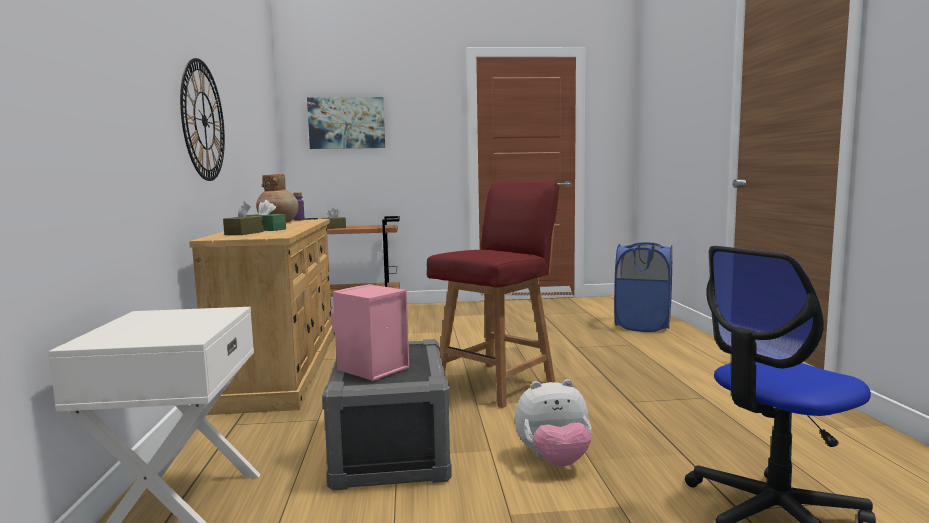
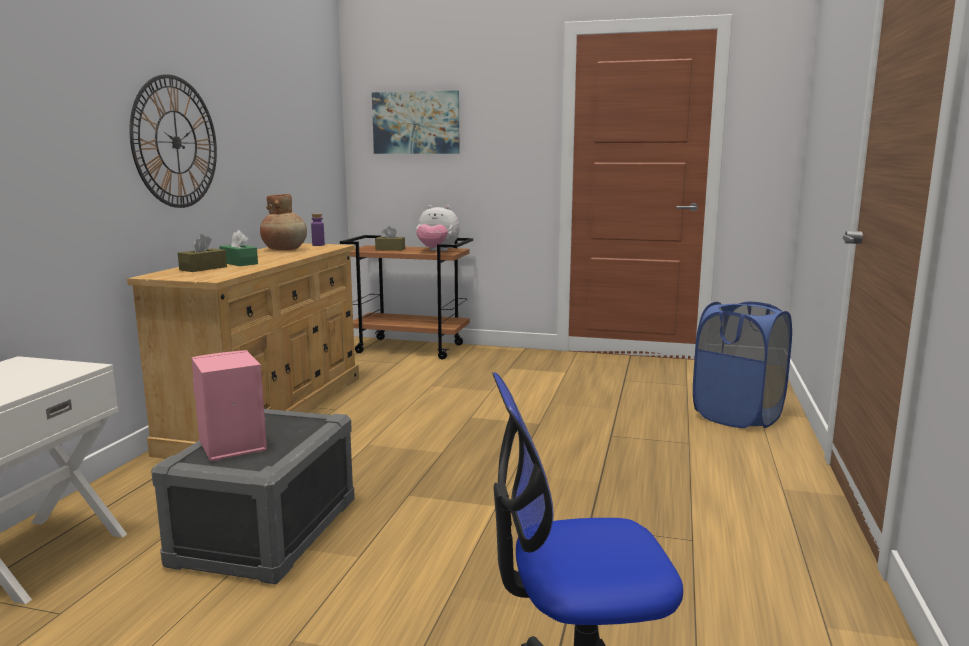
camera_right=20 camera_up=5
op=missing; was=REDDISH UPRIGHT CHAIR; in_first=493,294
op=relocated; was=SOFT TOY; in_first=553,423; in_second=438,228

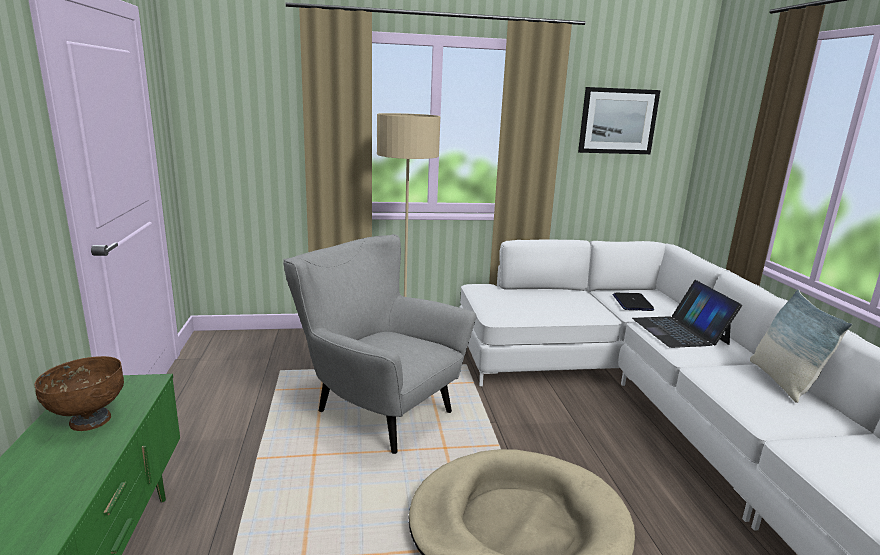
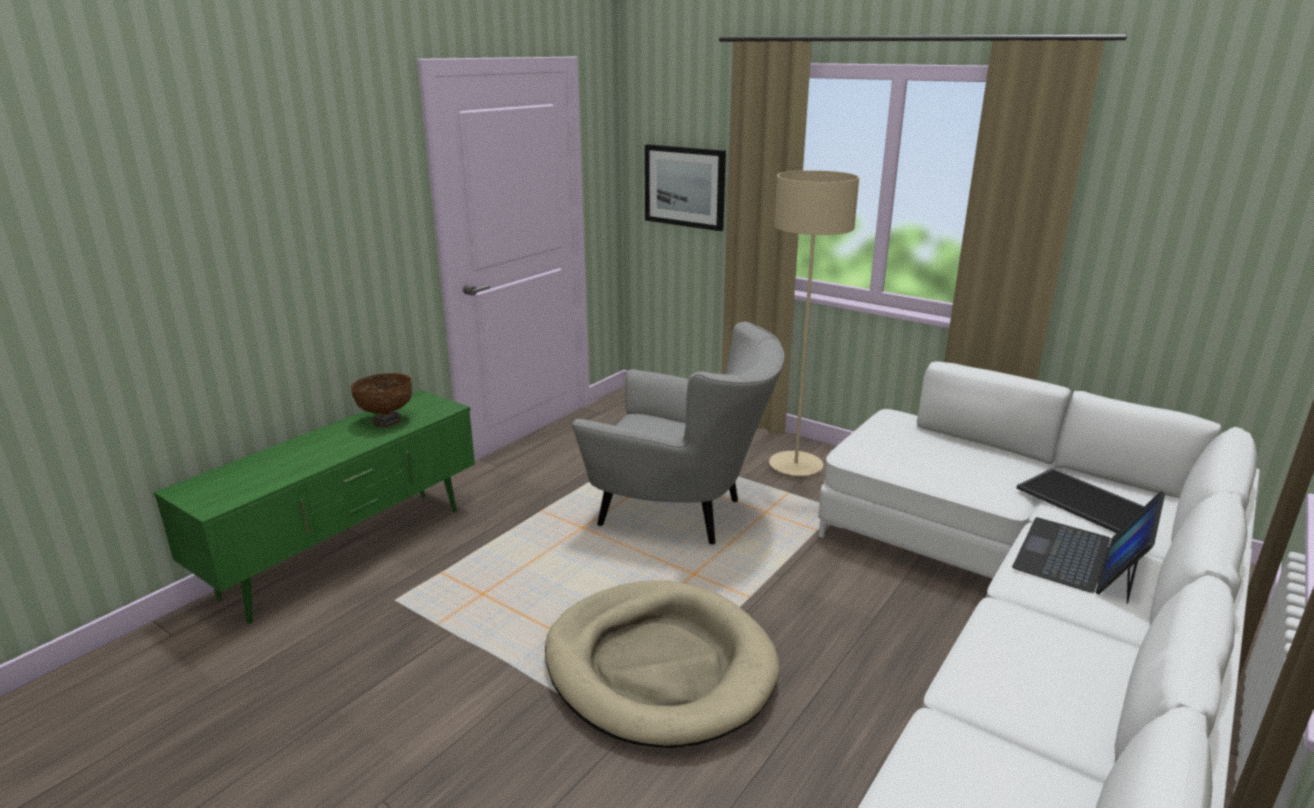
camera_right=45 camera_up=5
op=spun; was=GRAY ARMCHAIR; in_first=379,344; in_second=678,433; clockwise=120
op=relocated; was=PICTURE; in_first=619,120; in_second=685,187
op=exchanged; was=PORTABLE COMPUTER; now=TRAY; in_first=633,302; in_second=1080,500
op=missing; was=THROW PILLOW; in_first=801,346

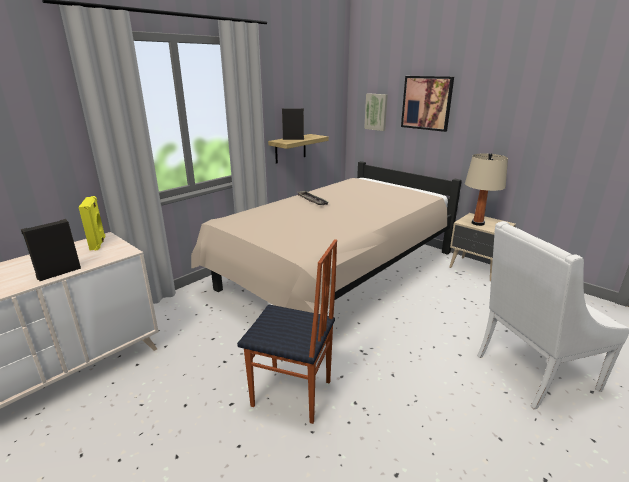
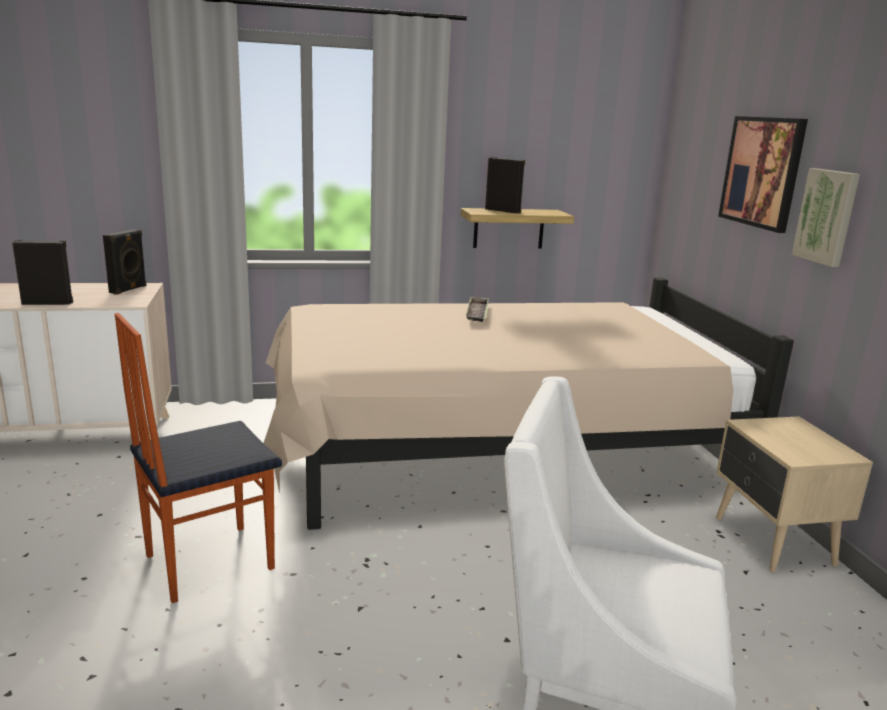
camera_right=35 camera_up=-5
op=colour; was=YELLOW LOUDSPEAKER; now=BLACK LOUDSPEAKER; in_first=92,223; in_second=124,262
op=spun; was=UPRIGHT CHAIR; in_first=287,331; in_second=198,458; clockwise=90
op=relocated; was=PICTURE; in_first=376,112; in_second=826,217
op=missing; was=BEIGE-COLOURED TABLE LAMP; in_first=486,189

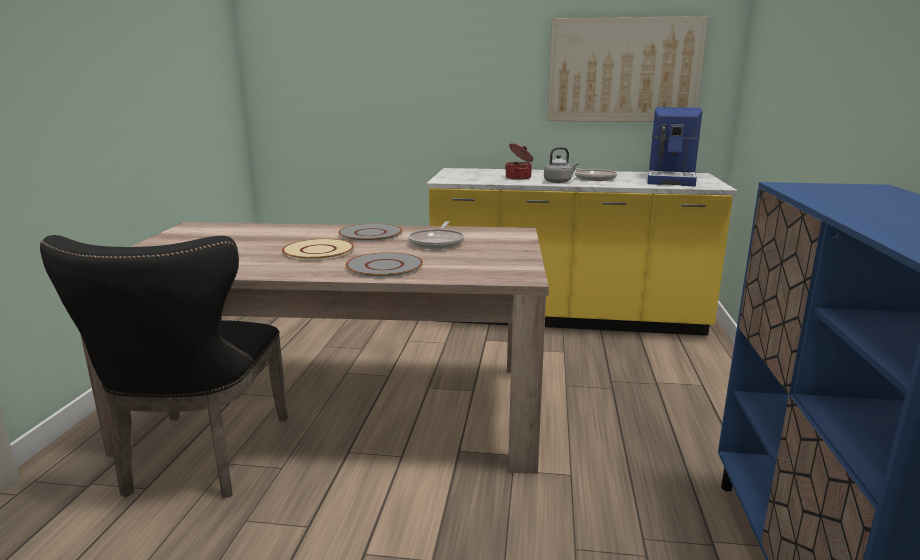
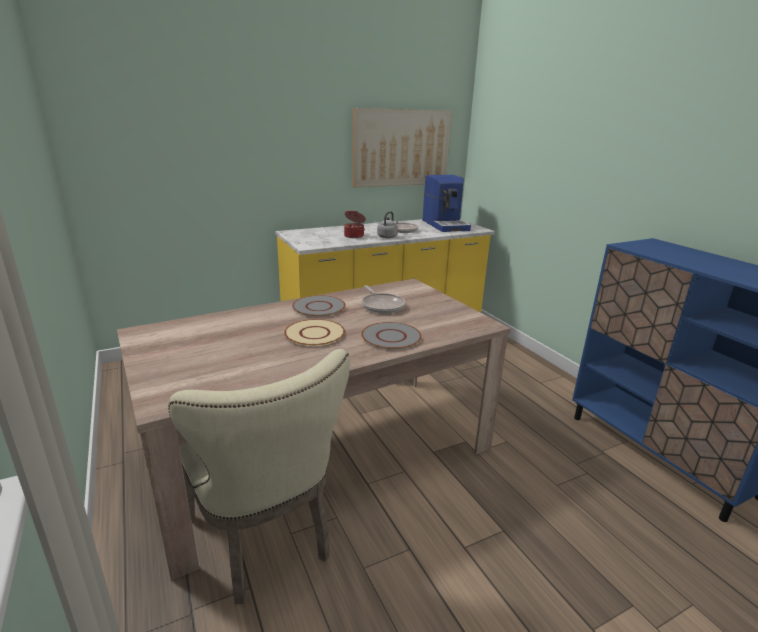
camera_right=-35 camera_up=5
op=colour; was=BLACK UPRIGHT CHAIR; now=BEIGE-COLOURED UPRIGHT CHAIR; in_first=164,366; in_second=259,476

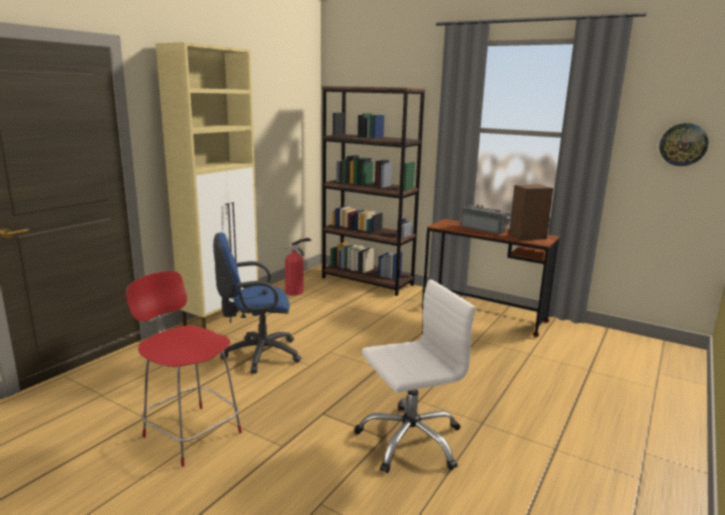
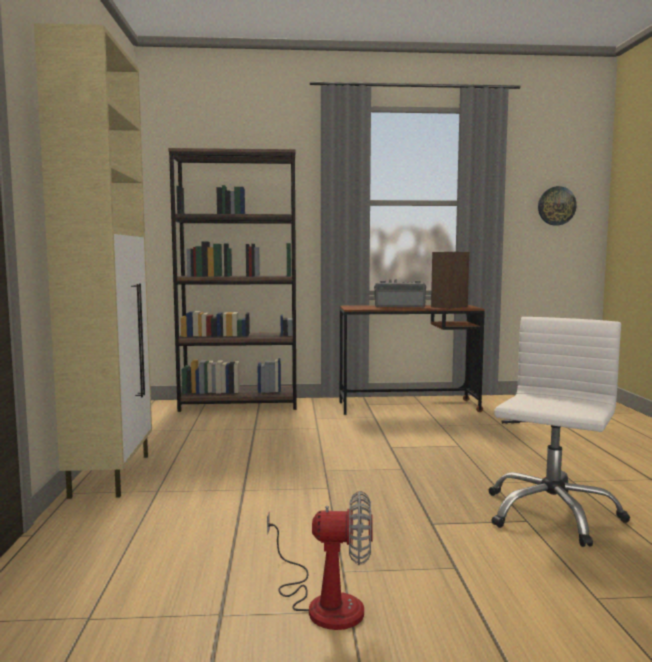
camera_right=-35 camera_up=-10
op=exchanged; was=REDDISH UPRIGHT CHAIR; now=FAN; in_first=184,369; in_second=320,560
op=missing; was=BLUE OFFICE CHAIR; in_first=257,303
op=missing; was=EXTINGUISHER; in_first=297,266

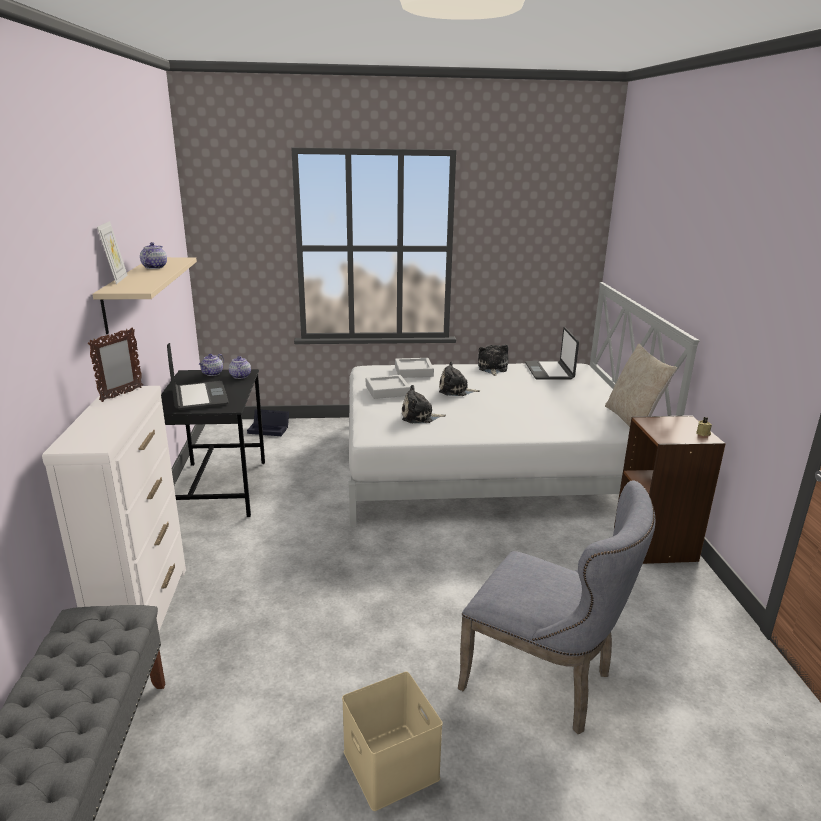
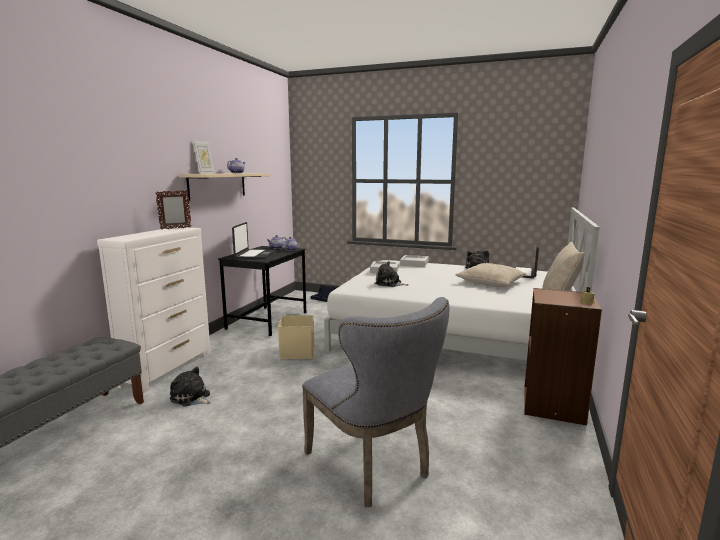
camera_right=25 camera_up=-10
op=relocated; was=BEIGE-COLOURED STORAGE BOX; in_first=392,741; in_second=296,337
op=relocated; was=SOFT TOY; in_first=459,378; in_second=190,387
op=appeared; now=BEIGE-COLOURED THROW PILLOW; in_second=491,275

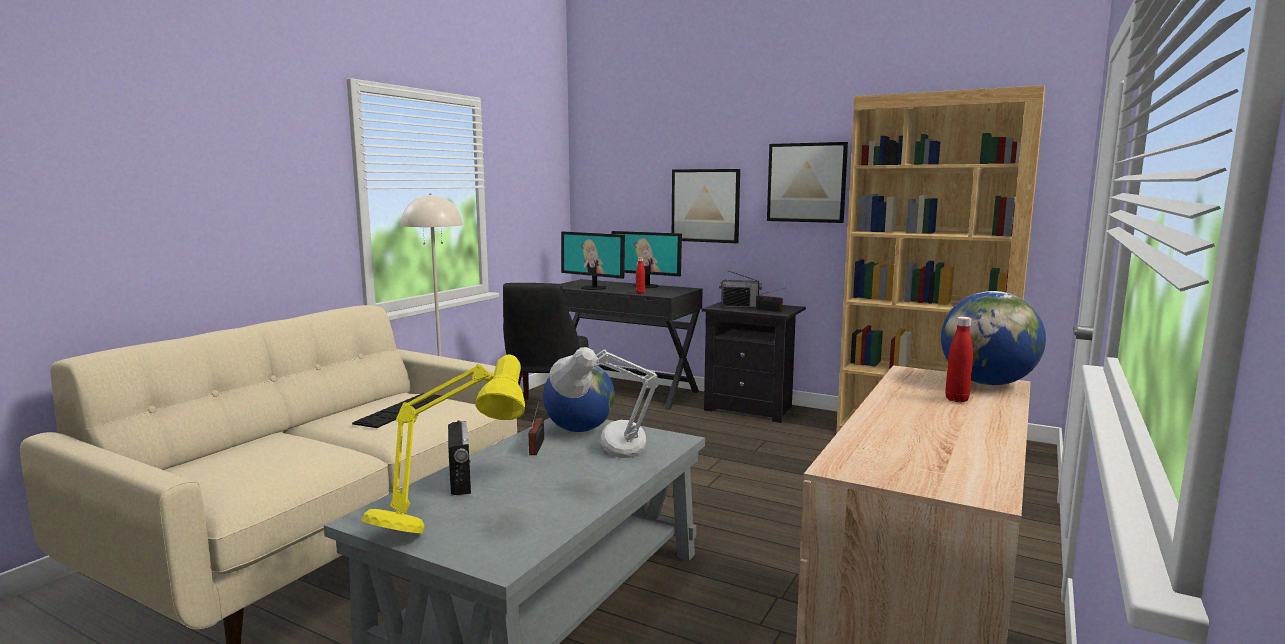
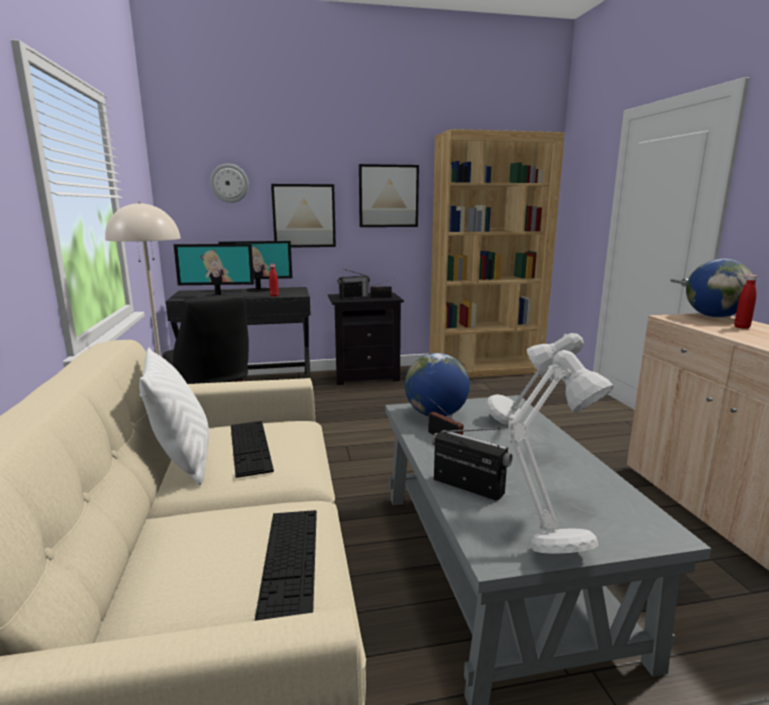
camera_right=-40 camera_up=5
op=colour; was=YELLOW TABLE LAMP; now=GRAY TABLE LAMP; in_first=443,444; in_second=561,452
op=appeared; now=WHITE-COLOURED THROW PILLOW; in_second=174,416
op=appeared; now=WALL CLOCK; in_second=229,183
op=appeared; now=PC KEYBOARD; in_second=286,565

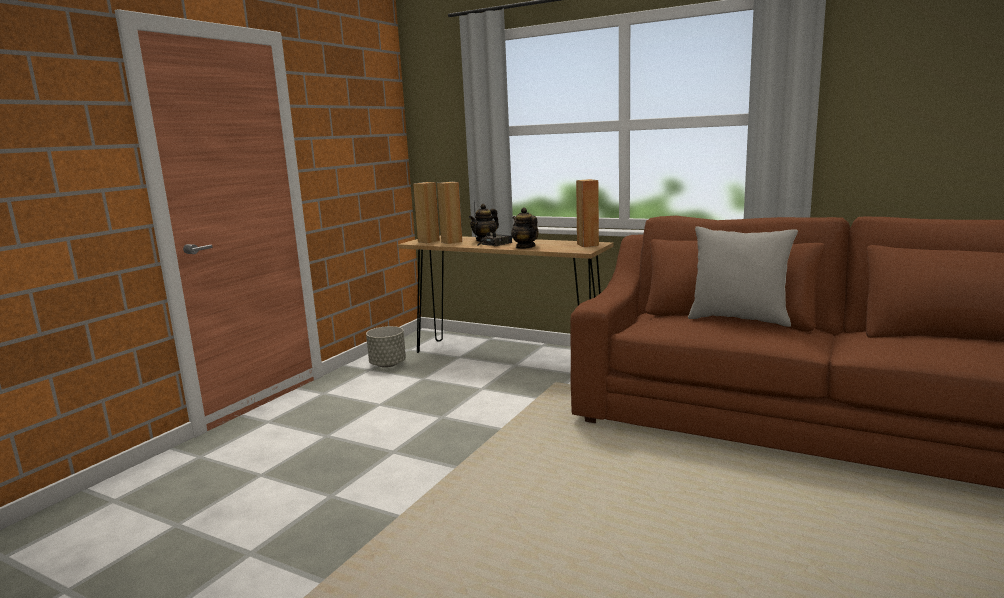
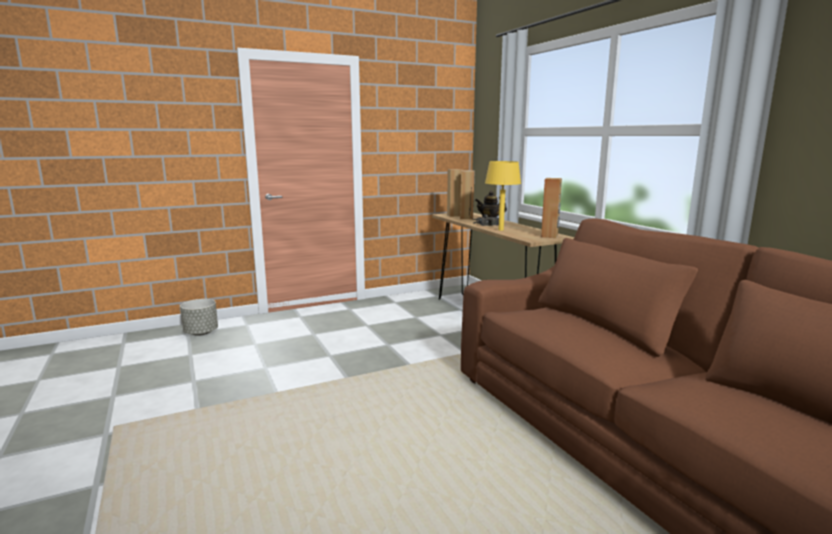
camera_right=35 camera_up=0
op=relocated; was=GRAY PLANT POT; in_first=386,347; in_second=199,317
op=exchanged; was=TEA POT; now=YELLOW TABLE LAMP; in_first=525,228; in_second=503,196
op=missing; was=GRAY THROW PILLOW; in_first=743,276

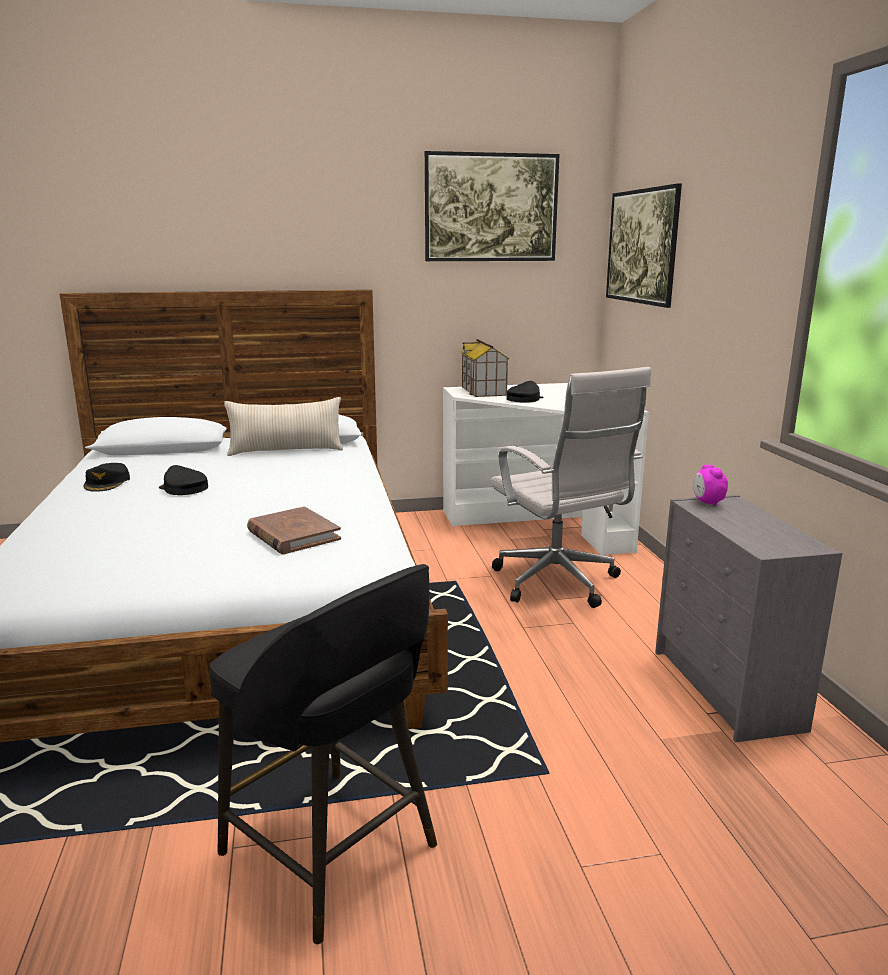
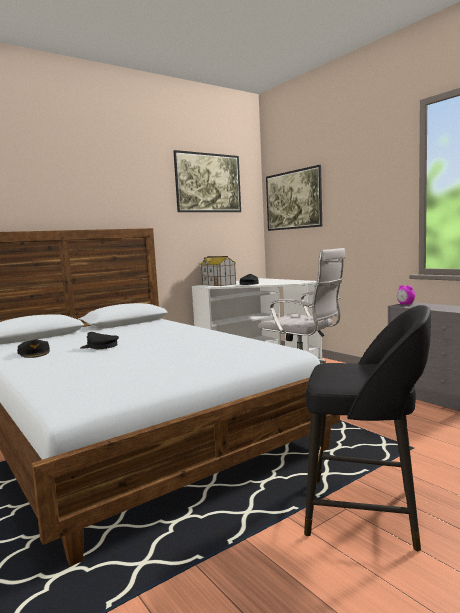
camera_right=-25 camera_up=-10
op=missing; was=BEIGE-COLOURED THROW PILLOW; in_first=283,426
op=missing; was=BROWNISH BOUND BOOK; in_first=294,530

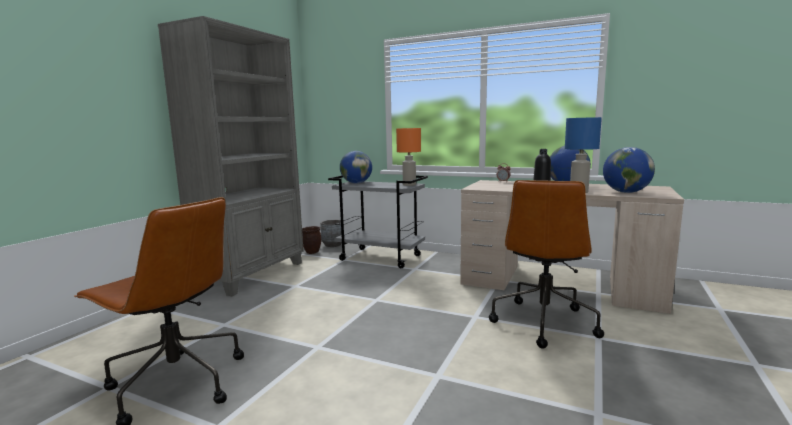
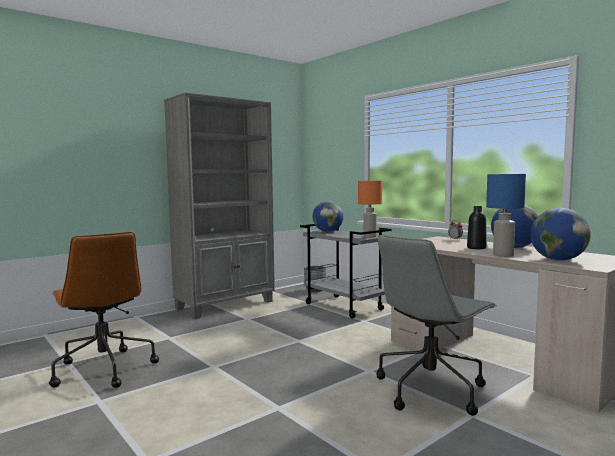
camera_right=25 camera_up=-5
op=missing; was=BROWNISH PLANT POT; in_first=311,240
op=colour; was=BROWNISH OFFICE CHAIR; now=GRAY OFFICE CHAIR; in_first=546,264; in_second=437,325

